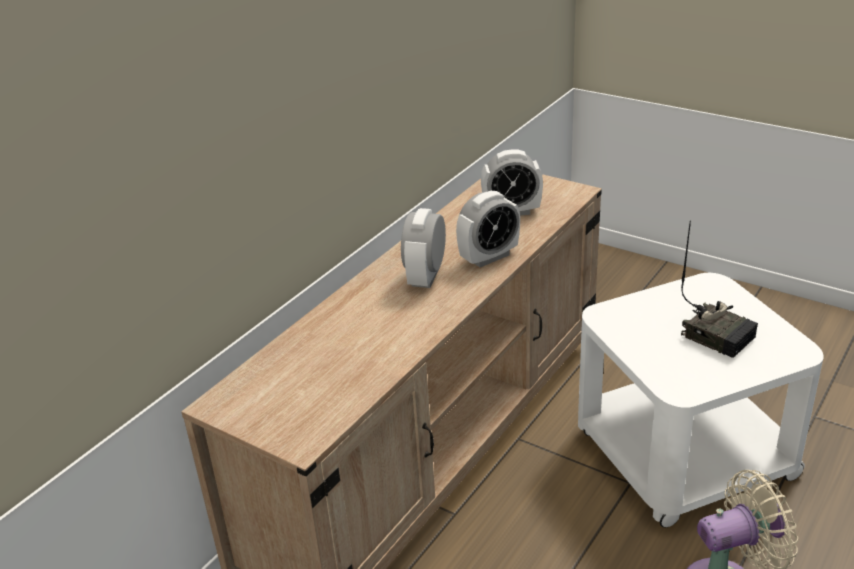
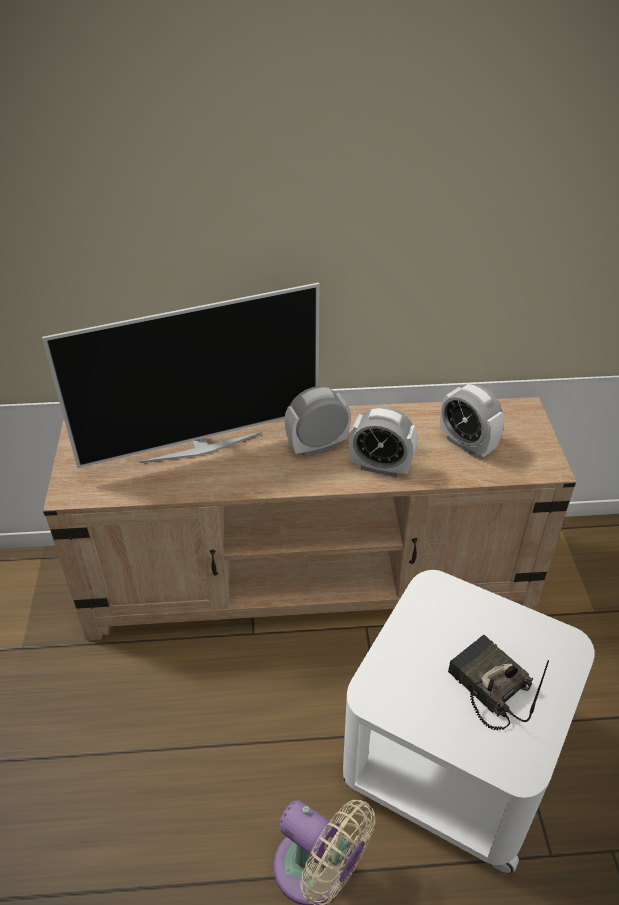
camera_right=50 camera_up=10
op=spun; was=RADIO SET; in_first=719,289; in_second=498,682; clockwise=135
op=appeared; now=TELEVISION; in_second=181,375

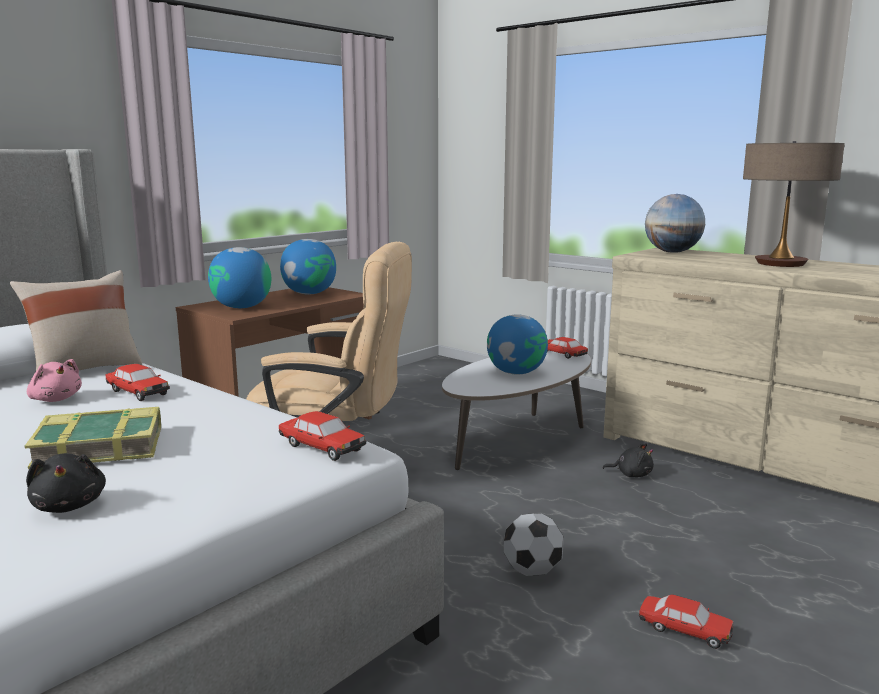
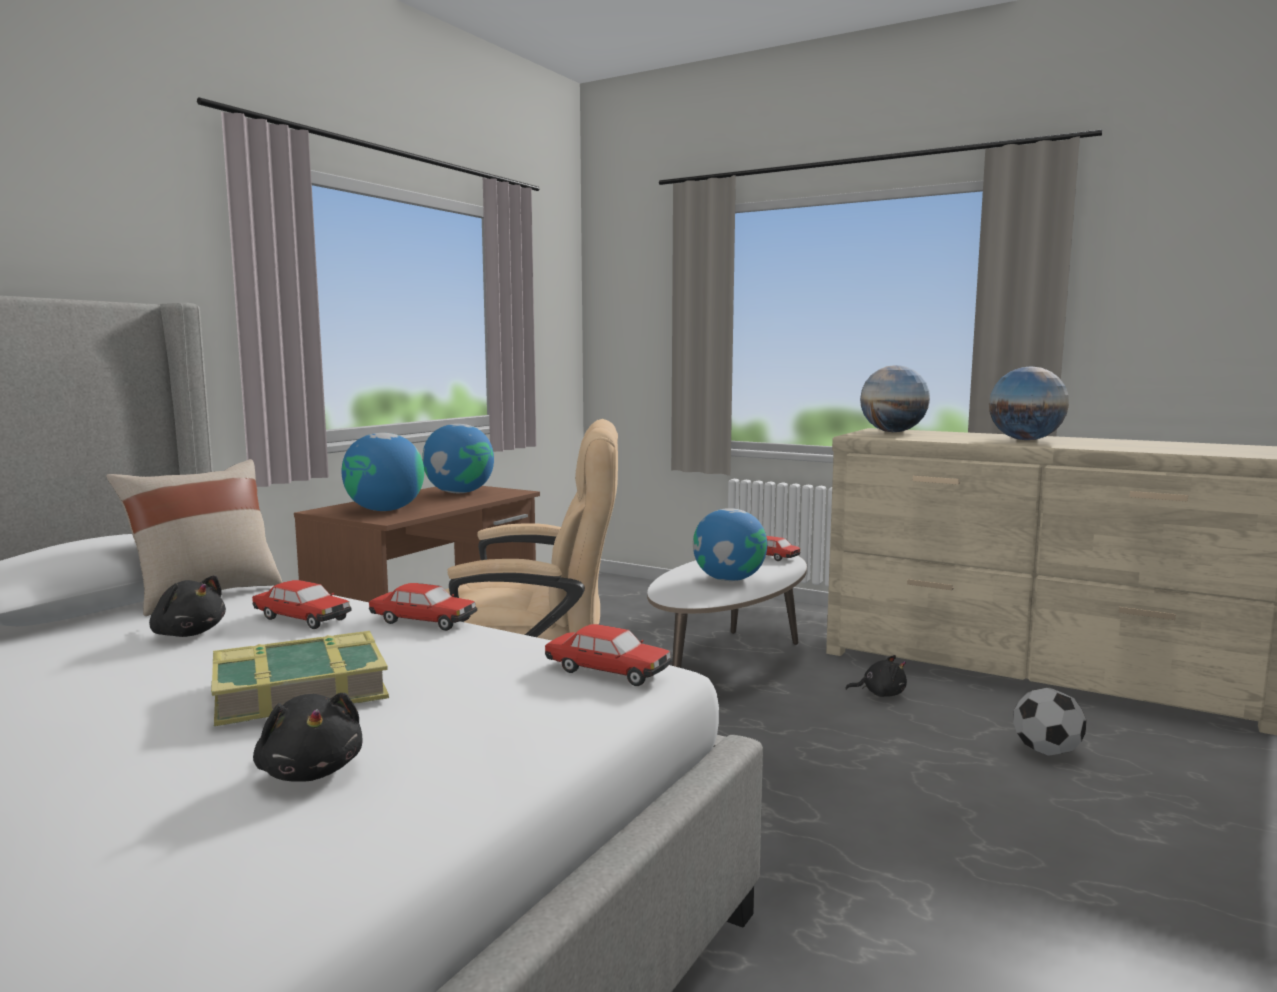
camera_right=-10 camera_up=-5
op=colour; was=PINKISH SOFT TOY; now=BLACK SOFT TOY; in_first=54,380; in_second=187,606
op=relocated; was=BALL FOR FOOTBALL; in_first=534,544; in_second=1050,722
op=relocated; was=MODEL CAR; in_first=686,621; in_second=423,607
op=exchanged; was=TABLE LAMP; now=WORLD GLOBE; in_first=794,204; in_second=1029,403

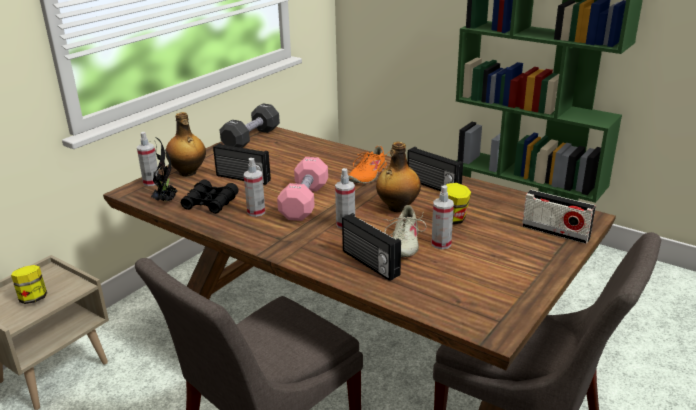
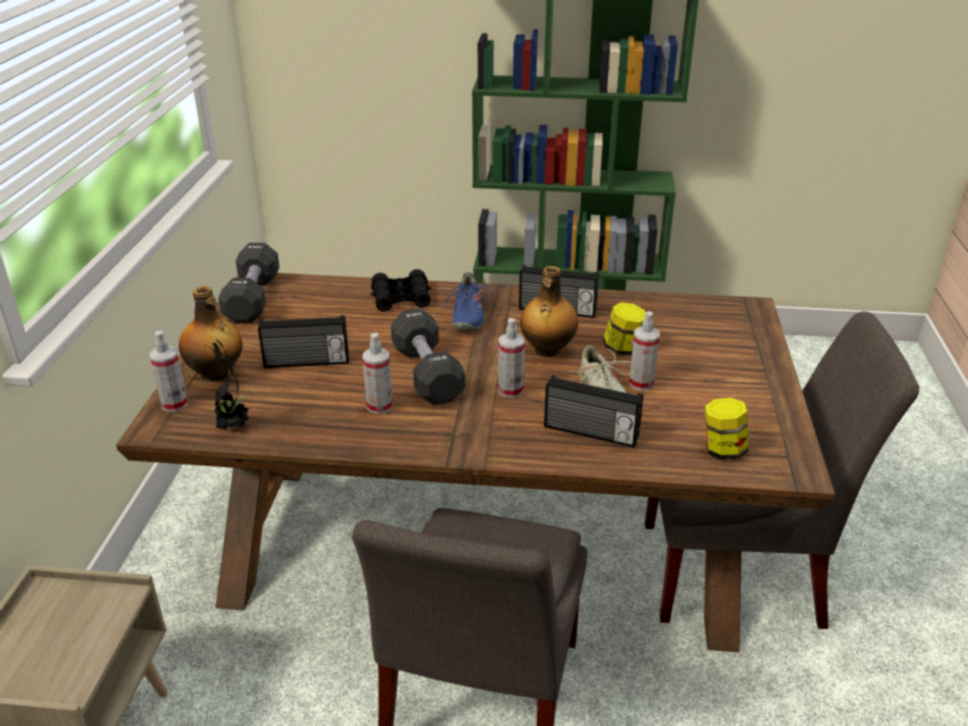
camera_right=-30 camera_up=5
op=relocated; was=JAR; in_first=29,284; in_second=726,429
op=relocated; was=BLACK FIELD GLASSES; in_first=210,196; in_second=401,290
op=colour; was=PINKISH HAND WEIGHT; now=BLACK HAND WEIGHT; in_first=302,189; in_second=428,356
op=colour; was=ORANGE ITEM OF FOOTWEAR; now=BLUE ITEM OF FOOTWEAR; in_first=368,164; in_second=466,301
op=missing; was=RADIO SET; in_first=559,217

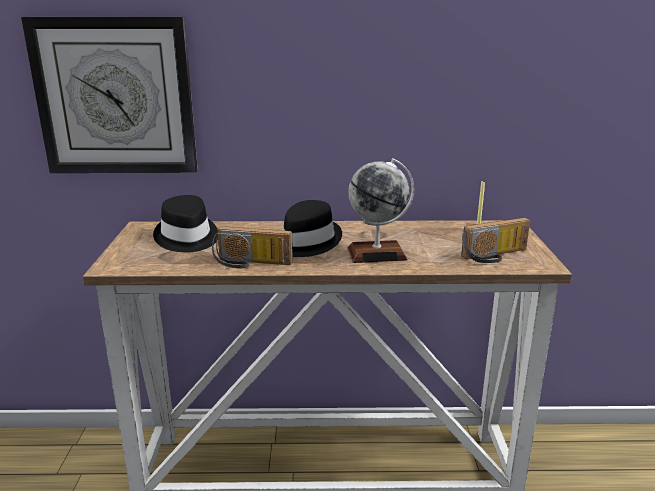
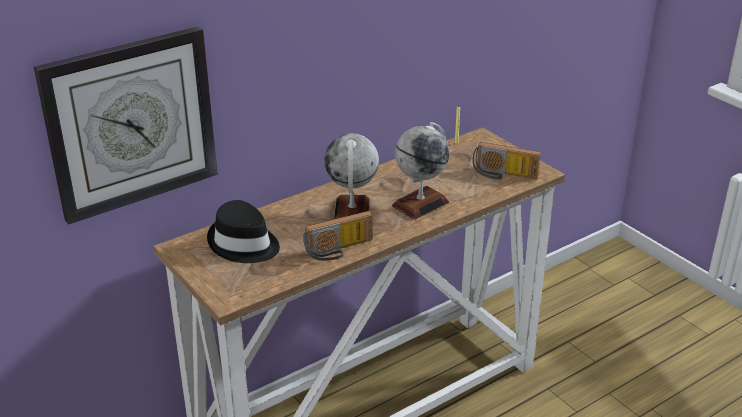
camera_right=-35 camera_up=10
op=exchanged; was=BLACK HAT; now=WORLD GLOBE; in_first=312,228; in_second=351,176
op=spun; was=RADIO SET; in_first=495,240; in_second=506,160; clockwise=75

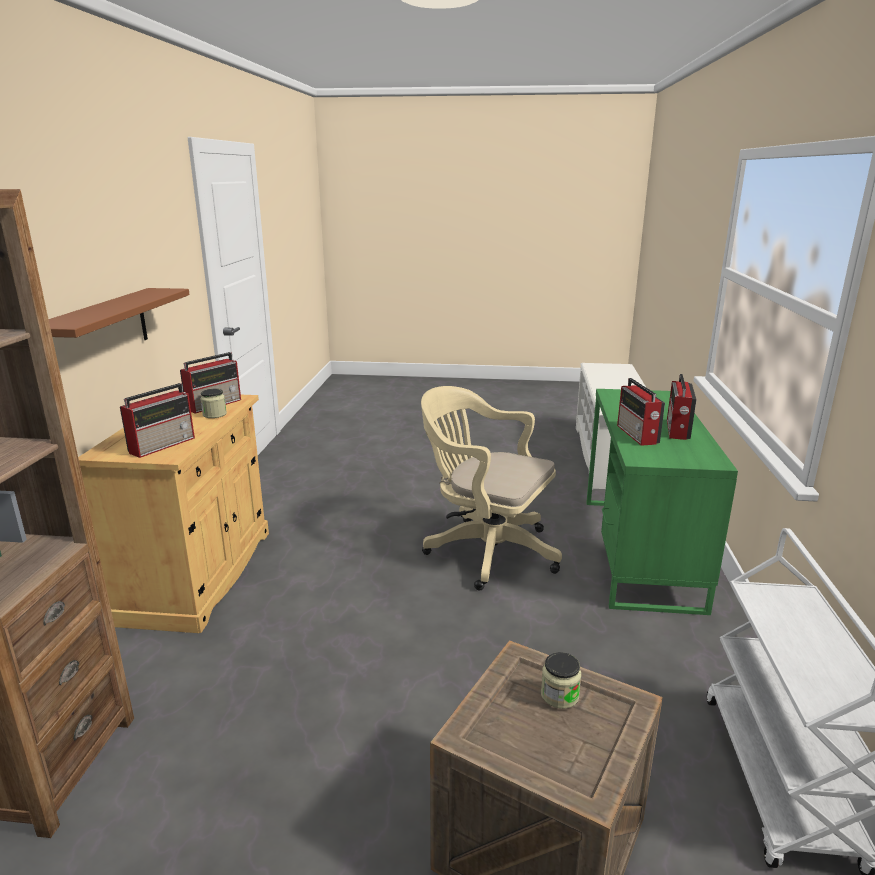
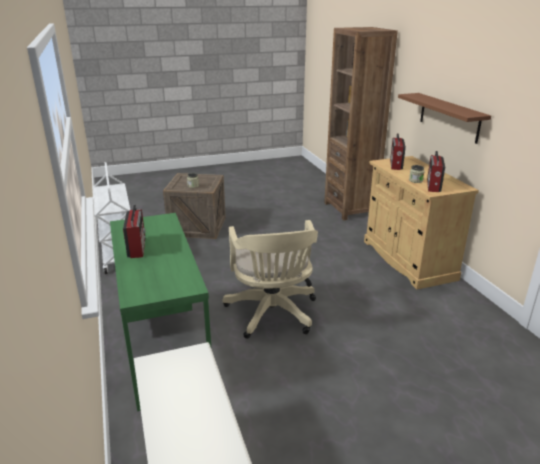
camera_right=155 camera_up=5
op=spun; was=BEIGE-COLOURED OFFICE CHAIR; in_first=491,488; in_second=270,279; clockwise=75
op=missing; was=RADIO SET; in_first=641,412

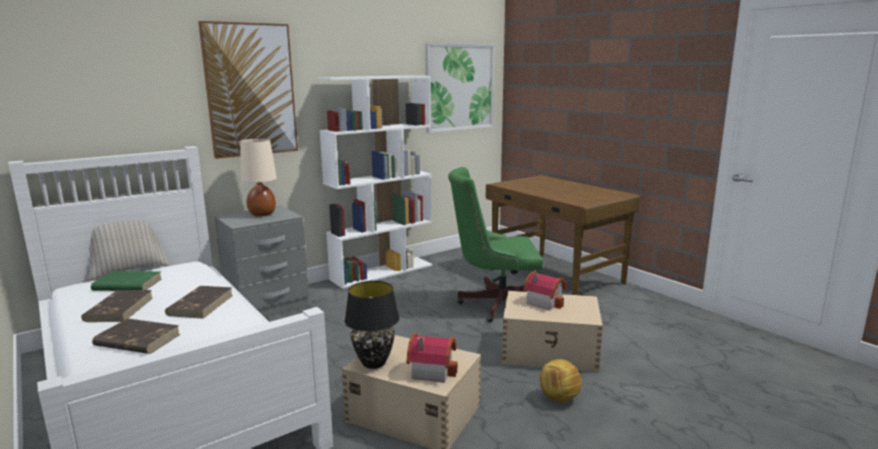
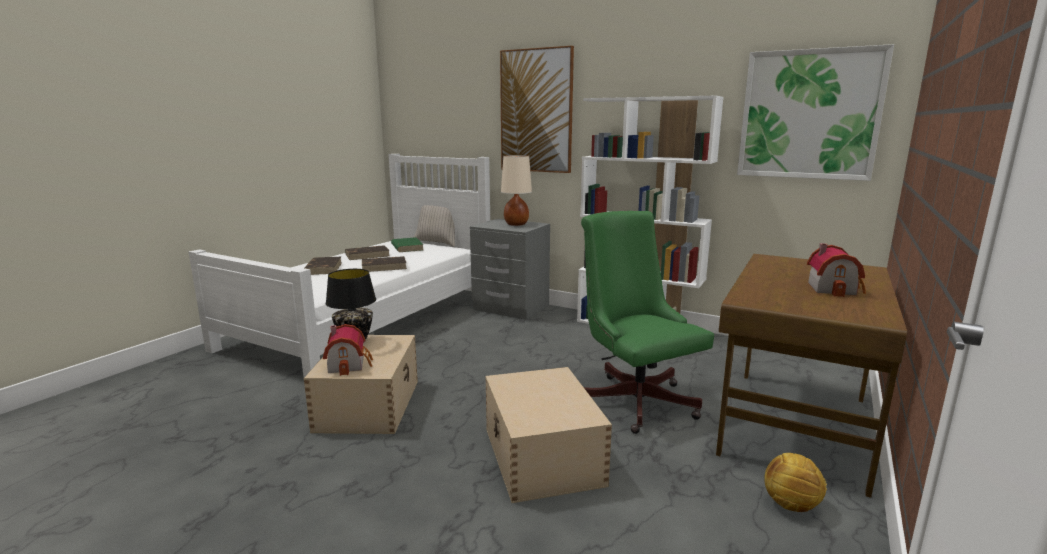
camera_right=65 camera_up=0
op=relocated; was=MINIATURE HOUSE; in_first=545,290; in_second=836,270
op=relocated; was=BALL FOR FOOTBALL; in_first=561,380; in_second=795,482

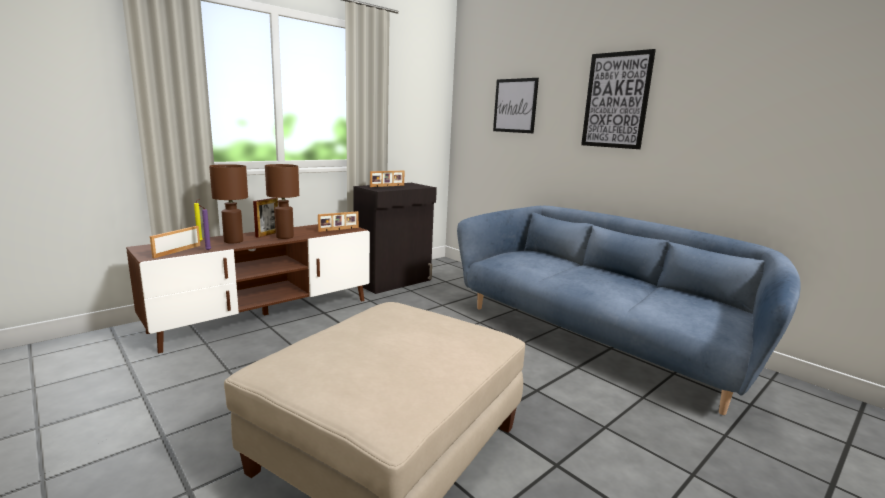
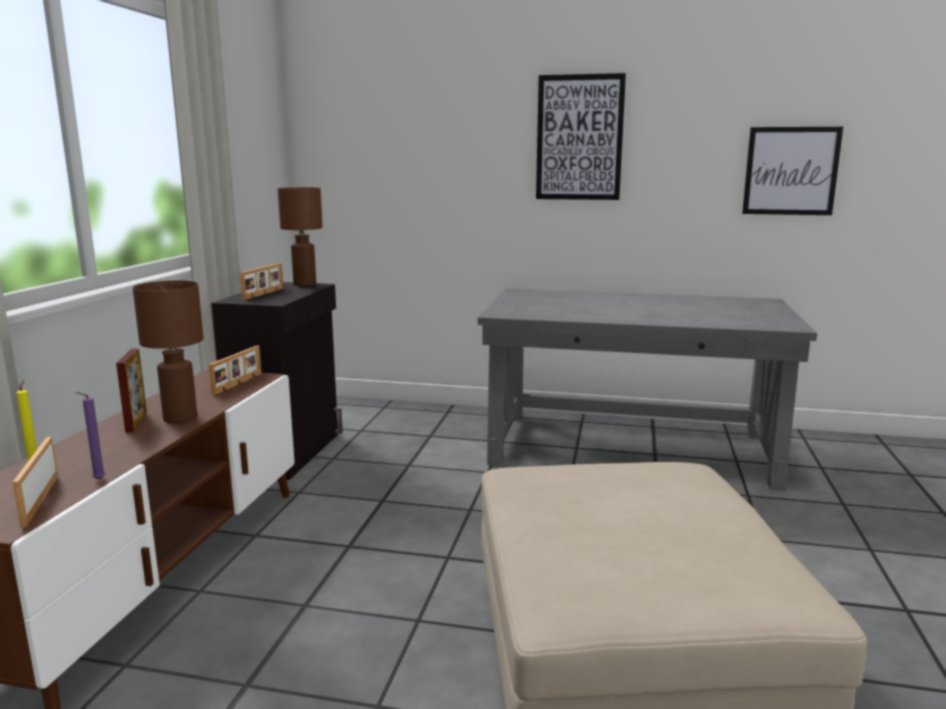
camera_right=-35 camera_up=0
op=relocated; was=BROWNISH TABLE LAMP; in_first=228,204; in_second=300,236
op=exchanged; was=BLUE COUCH; now=GRAY DESK UNIT; in_first=629,310; in_second=647,390
op=relocated; was=PICTURE; in_first=516,105; in_second=792,171

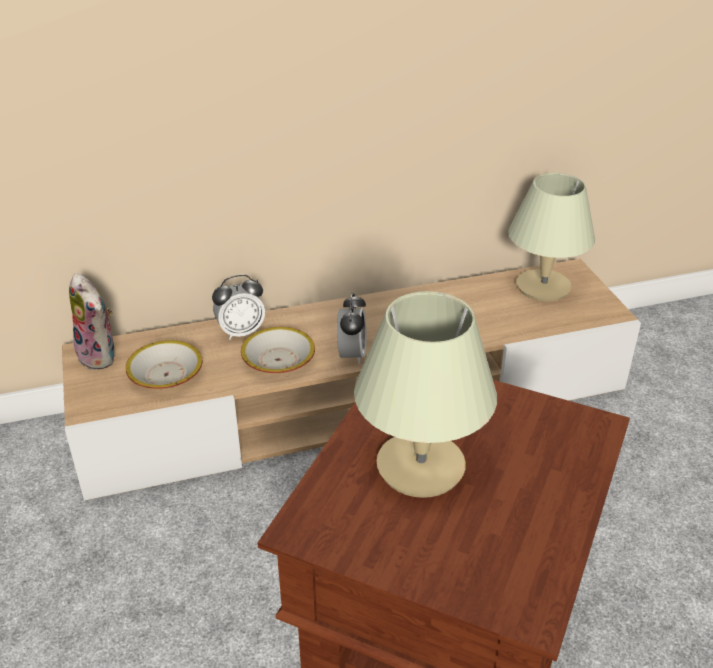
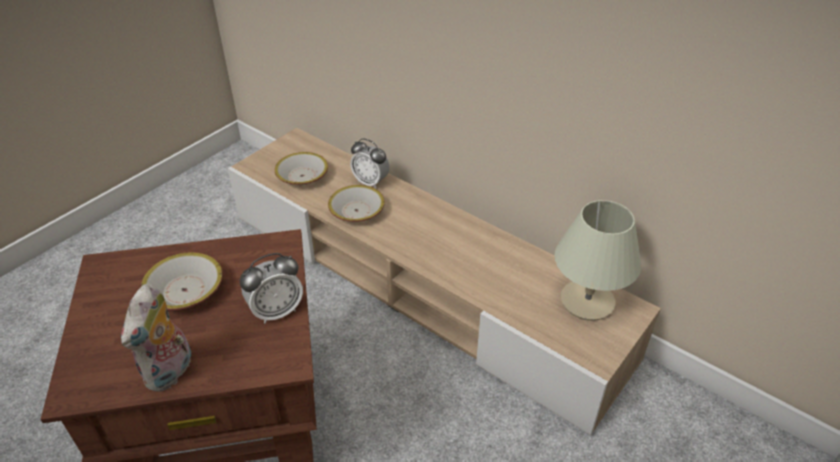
camera_right=55 camera_up=5
op=relocated; was=SOFT TOY; in_first=92,321; in_second=156,338
op=relocated; was=TABLE CLOCK; in_first=351,329; in_second=271,288
op=exchanged; was=BEIGE-COLOURED TABLE LAMP; now=DEEP DISH; in_first=425,394; in_second=182,281

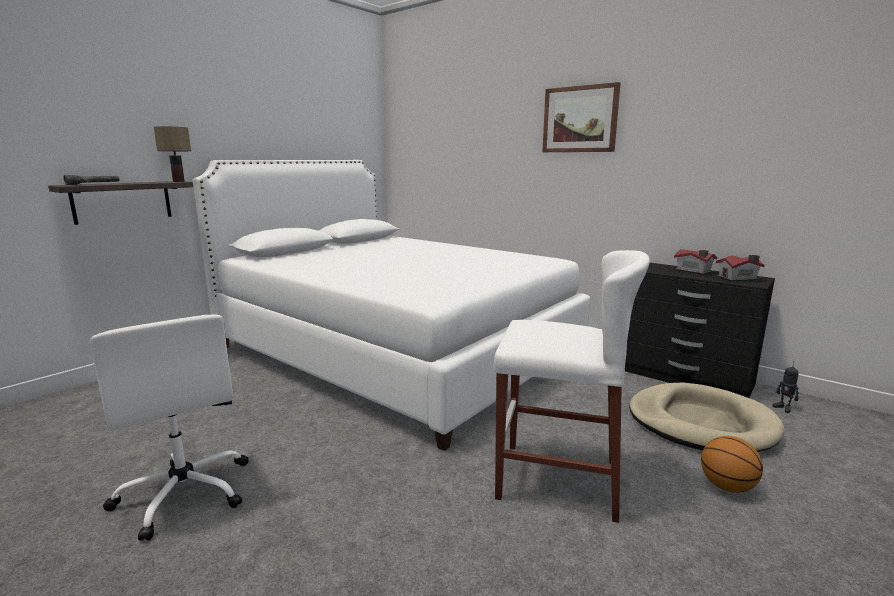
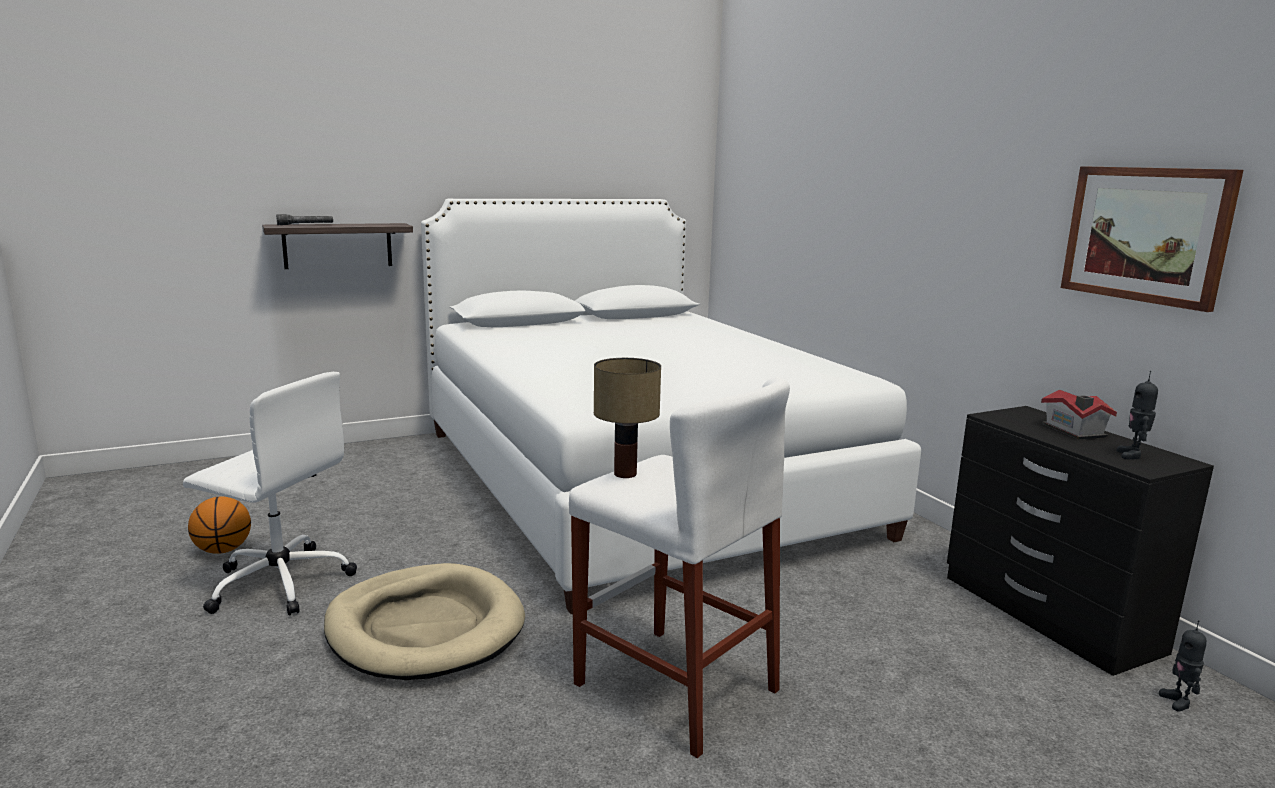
camera_right=25 camera_up=0
op=spun; was=WHITE-COLOURED OFFICE CHAIR; in_first=169,427; in_second=270,494; clockwise=-60
op=relocated; was=TABLE LAMP; in_first=172,154; in_second=627,418
op=relocated; was=PICTURE; in_first=581,117; in_second=1152,239
op=relocated; was=BEIGE-COLOURED DOG BED; in_first=706,417; in_second=424,621
op=relocated; was=BASKETBALL; in_first=732,464; in_second=219,525
op=exchanged; was=MINIATURE HOUSE; now=MODEL ROBOT; in_first=740,268; in_second=1137,415

